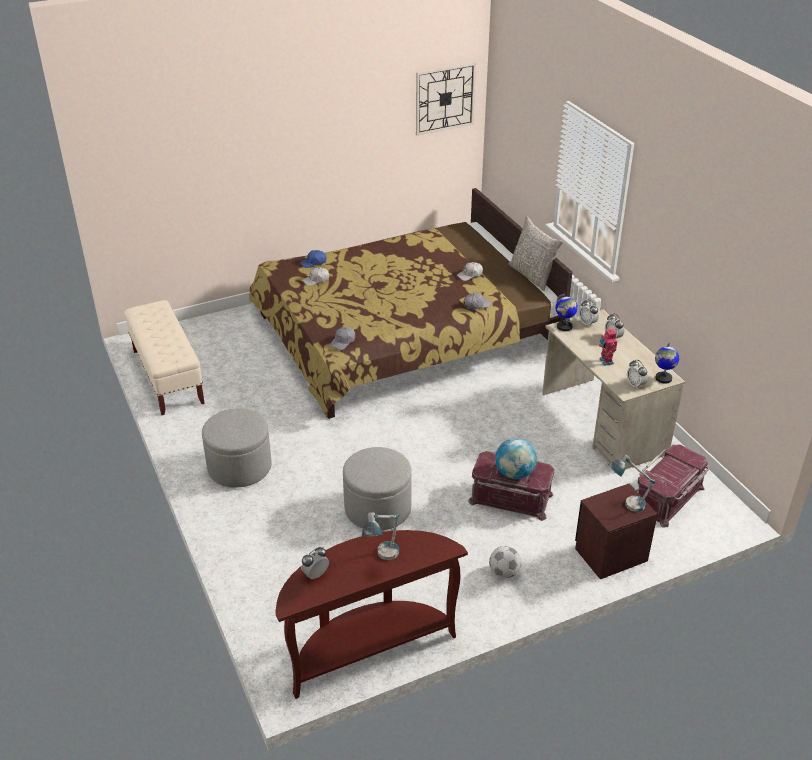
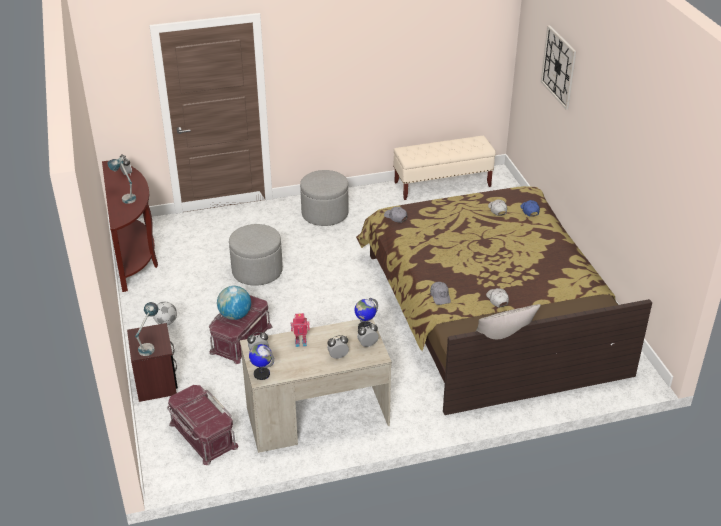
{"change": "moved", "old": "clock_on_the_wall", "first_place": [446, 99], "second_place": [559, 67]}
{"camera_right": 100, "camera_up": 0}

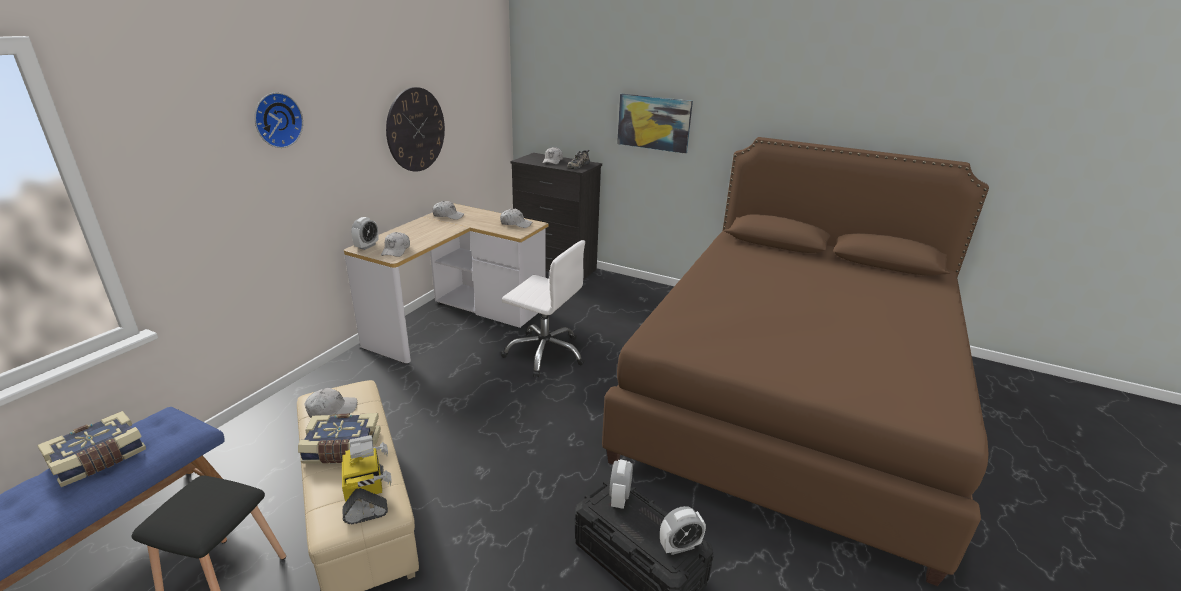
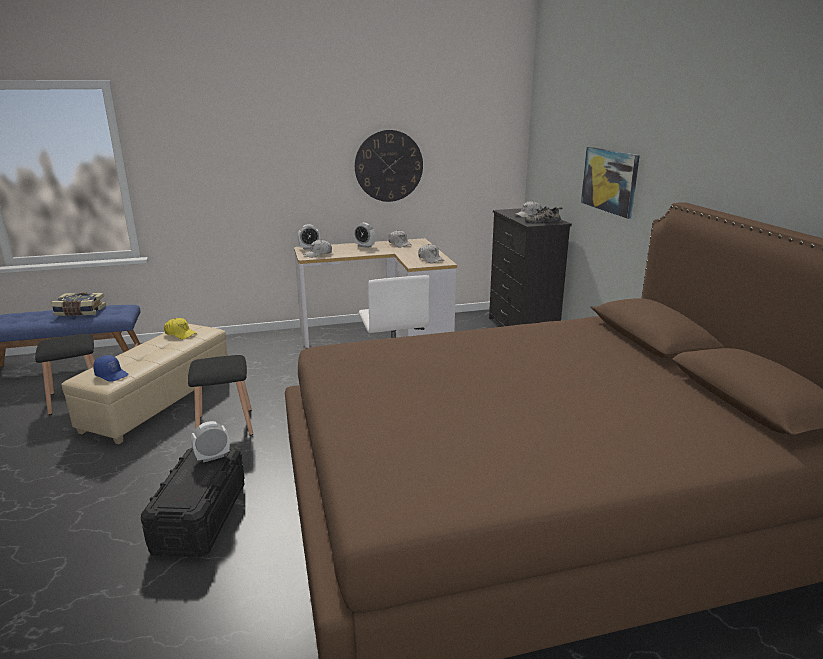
{"change": "removed", "old": "clock_on_the_wall", "first_place": [278, 120]}
{"change": "removed", "old": "book", "first_place": [339, 438]}
{"change": "added", "new": "black-coloured_stool", "second_place": [220, 395]}
{"change": "moved", "old": "alarm_clock", "first_place": [683, 530], "second_place": [364, 235]}
{"change": "replaced", "old": "robot_figure", "new": "blue-coloured_cap", "first_place": [367, 479], "second_place": [111, 368]}
{"change": "recoloured", "old": "white_cap", "new": "yellowish_cap", "first_place": [331, 403], "second_place": [180, 328]}
{"camera_right": 50, "camera_up": -5}

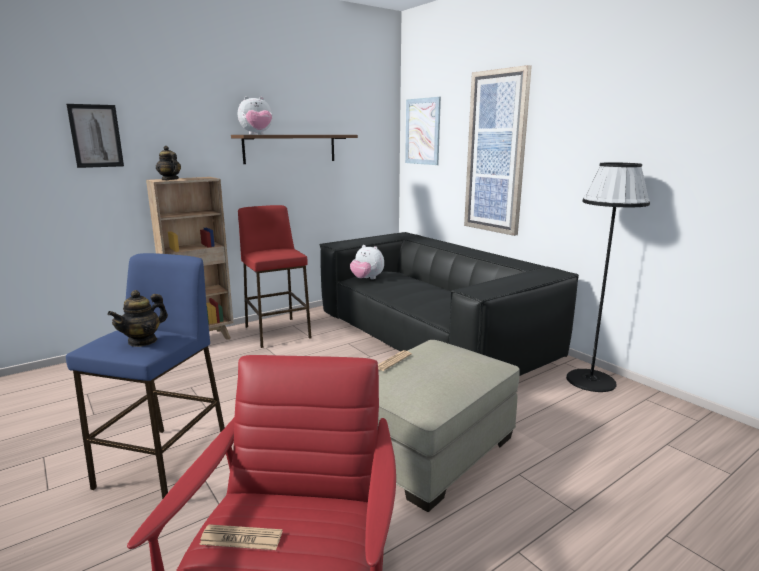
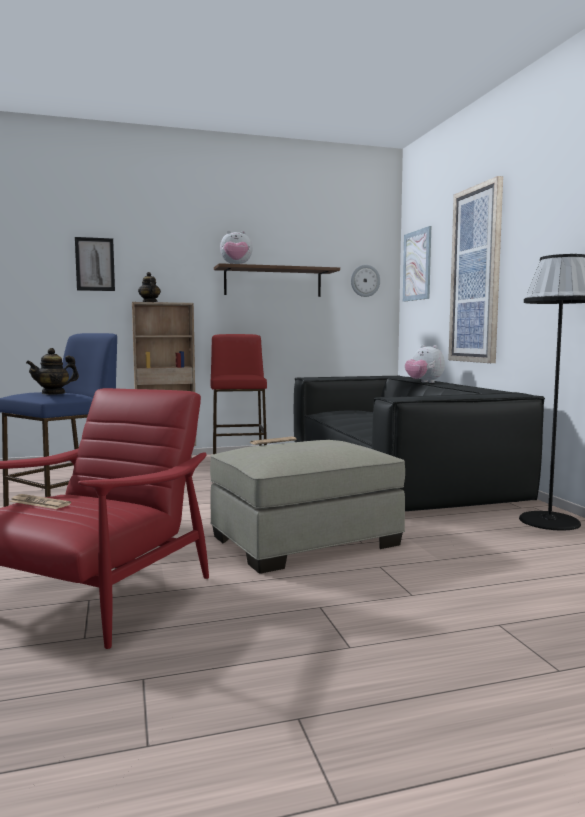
{"change": "added", "new": "clock_on_the_wall", "second_place": [365, 281]}
{"change": "moved", "old": "cuddly_toy", "first_place": [367, 262], "second_place": [425, 364]}
{"camera_right": 20, "camera_up": -10}

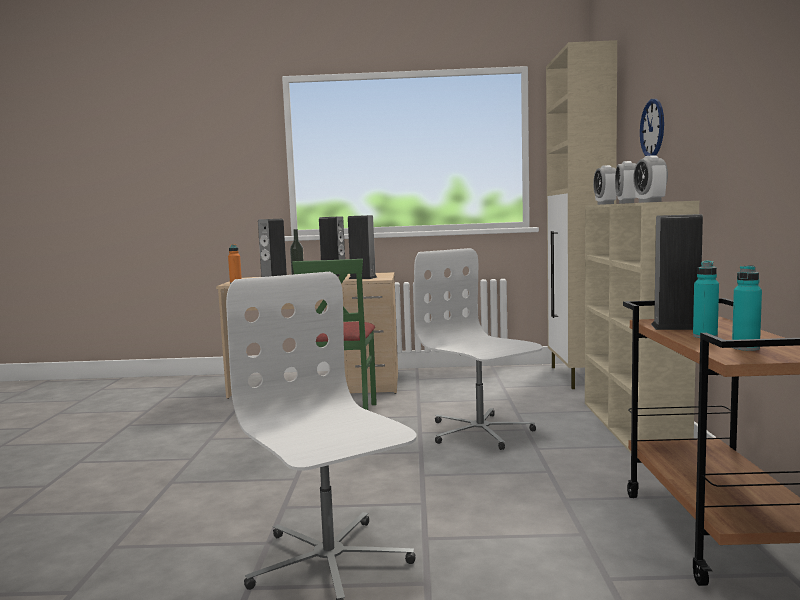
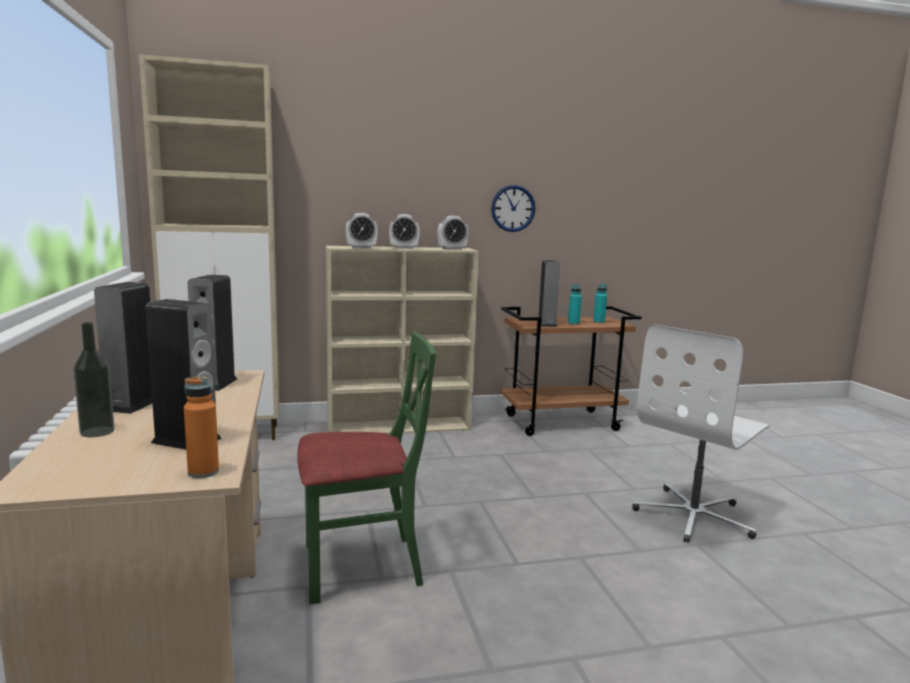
{"change": "removed", "old": "white_computer_chair", "first_place": [478, 349]}
{"change": "moved", "old": "clock_on_the_wall", "first_place": [652, 127], "second_place": [513, 208]}
{"camera_right": -105, "camera_up": 5}

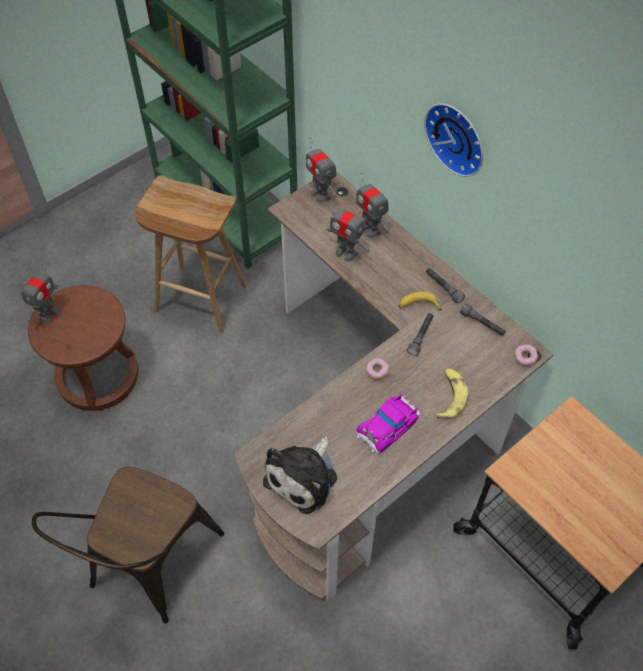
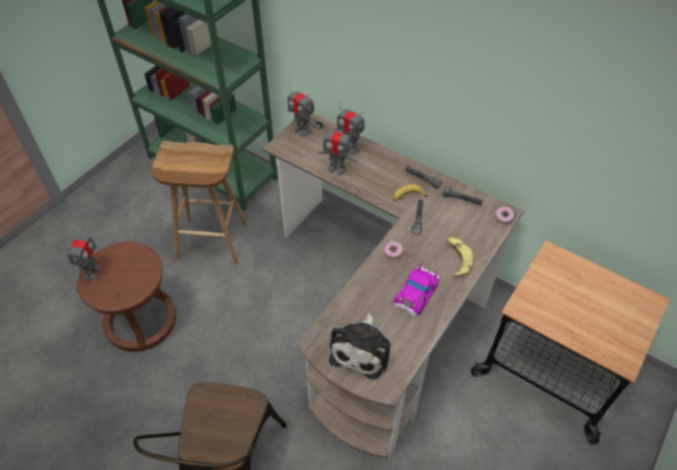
{"change": "removed", "old": "clock_on_the_wall", "first_place": [453, 140]}
{"camera_right": -15, "camera_up": -5}

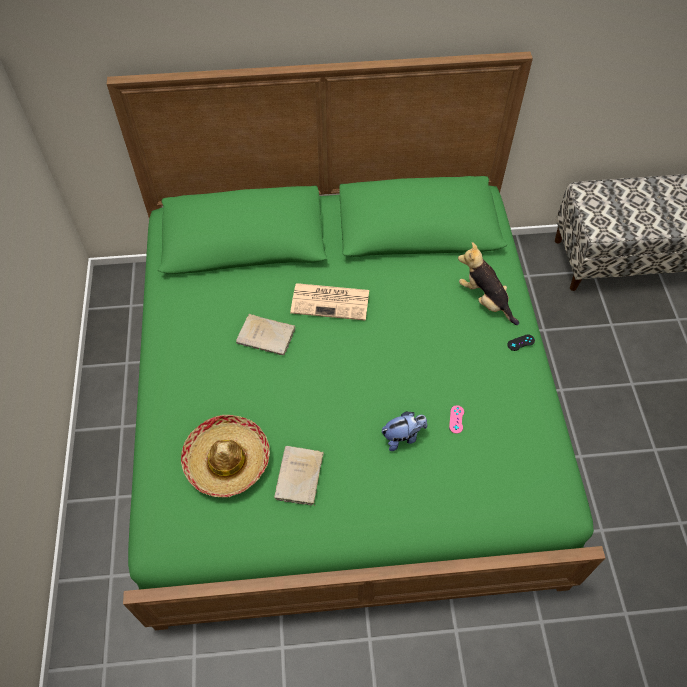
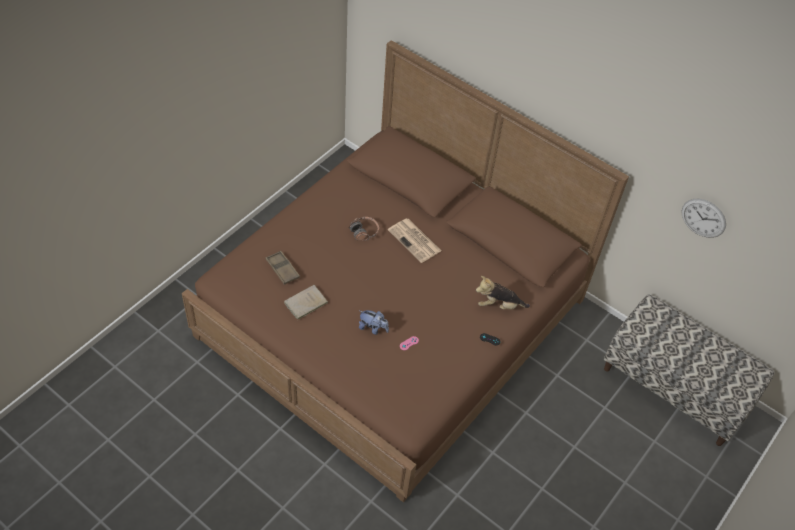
{"change": "added", "new": "clock_on_the_wall", "second_place": [704, 218]}
{"change": "replaced", "old": "hat", "new": "brownish_carrying_tray", "first_place": [225, 456], "second_place": [283, 268]}
{"change": "replaced", "old": "sand-coloured_book", "new": "pair_of_headphones", "first_place": [266, 334], "second_place": [364, 229]}
{"change": "recoloured", "old": "green-coloured_bedroom_bed", "new": "brownish_bedroom_bed", "first_place": [356, 341], "second_place": [405, 271]}
{"change": "turned", "old": "cuddly_toy", "first_place": [488, 283], "second_place": [503, 292], "degrees": -90}
{"camera_right": 40, "camera_up": -5}

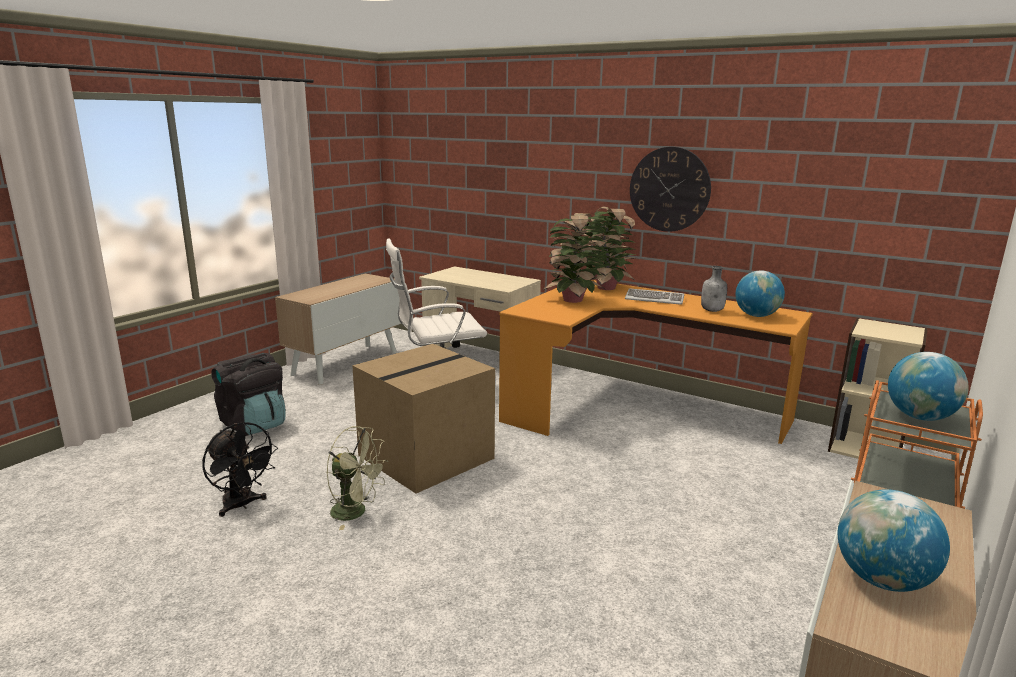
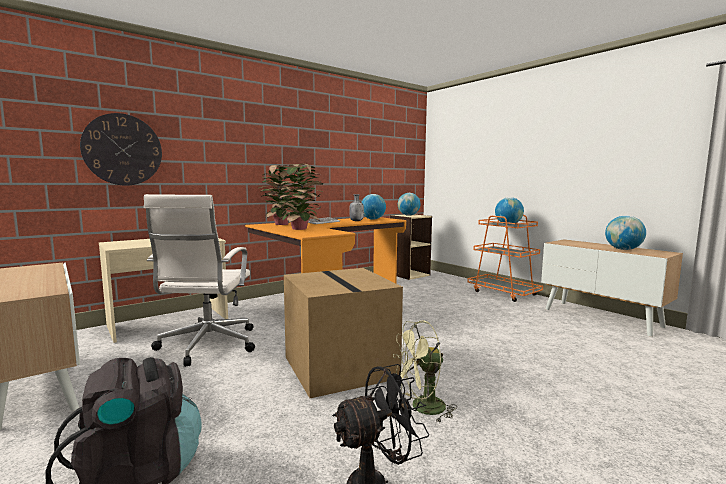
{"change": "added", "new": "desk_globe", "second_place": [409, 204]}
{"change": "moved", "old": "clock_on_the_wall", "first_place": [670, 189], "second_place": [121, 149]}
{"change": "turned", "old": "green-coloured_fan", "first_place": [357, 478], "second_place": [425, 371], "degrees": -150}
{"camera_right": -70, "camera_up": -10}

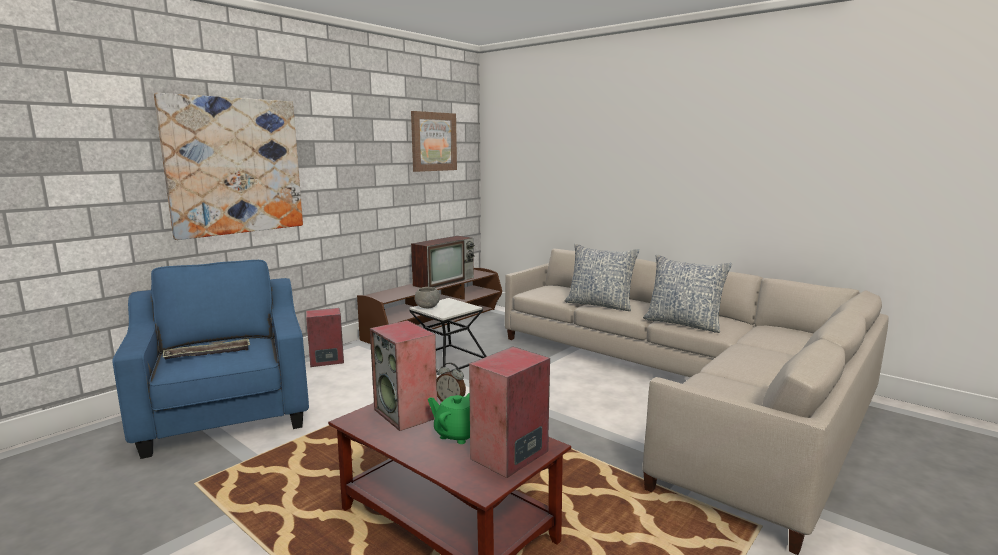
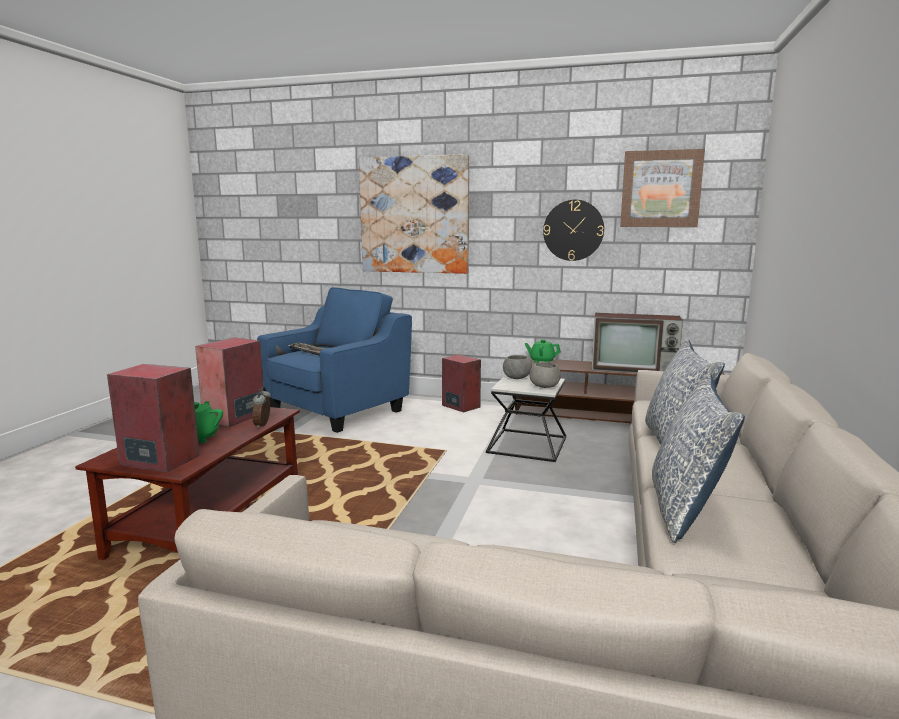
{"change": "added", "new": "green-coloured_teapot", "second_place": [543, 351]}
{"change": "added", "new": "gray_deep_dish", "second_place": [545, 375]}
{"change": "added", "new": "clock_on_the_wall", "second_place": [573, 230]}
{"camera_right": 65, "camera_up": 0}

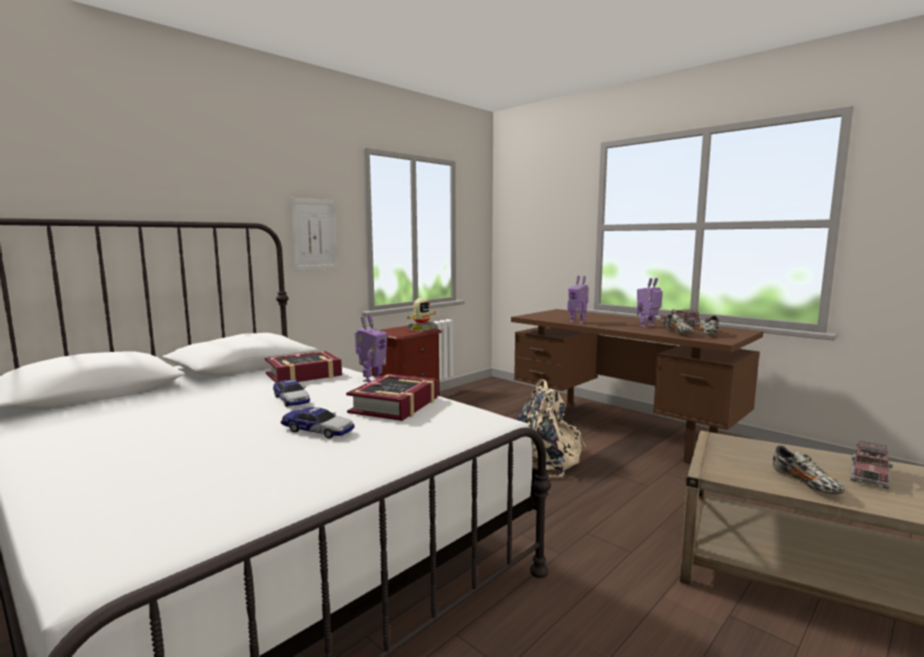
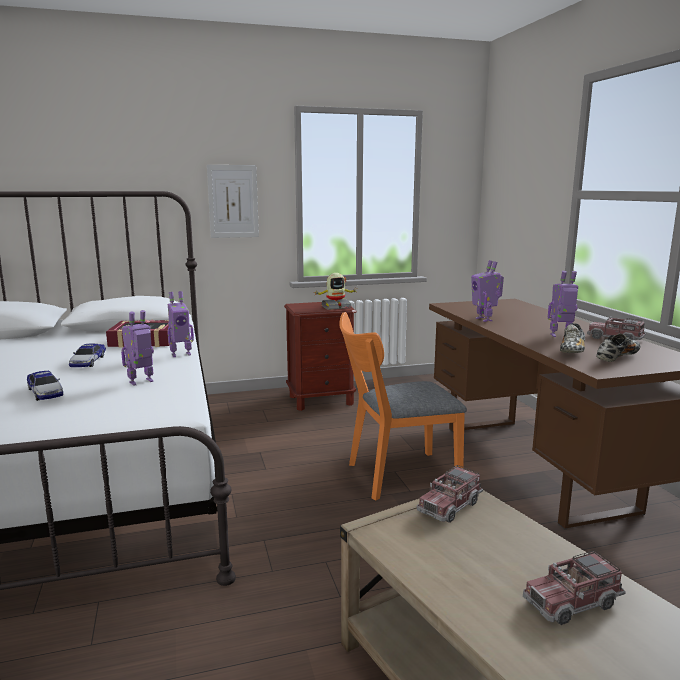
{"change": "removed", "old": "shoe", "first_place": [809, 470]}
{"change": "added", "new": "toy_lorry", "second_place": [450, 494]}
{"change": "replaced", "old": "book", "new": "robot_figure", "first_place": [391, 397], "second_place": [137, 348]}
{"change": "replaced", "old": "sand-coloured_backpack", "new": "orangey_upright_chair", "first_place": [551, 428], "second_place": [403, 406]}
{"camera_right": 30, "camera_up": 5}

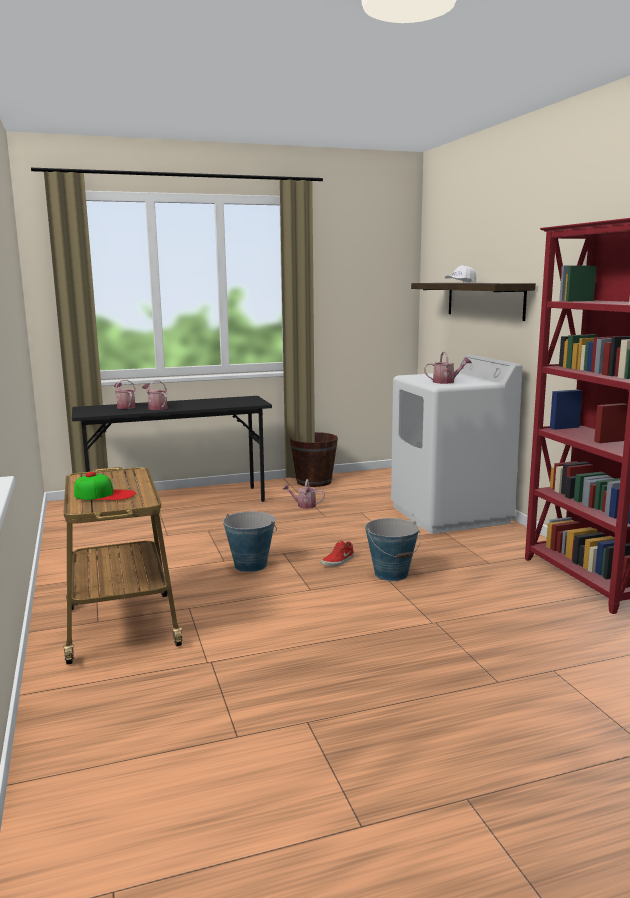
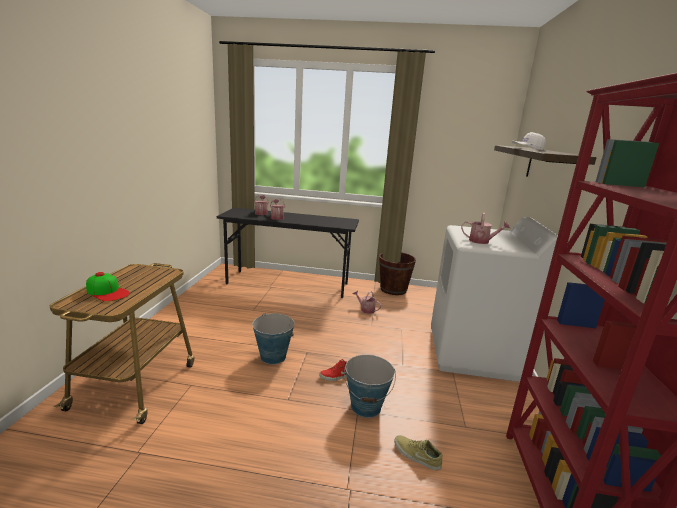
{"change": "added", "new": "sand-coloured_shoe", "second_place": [418, 452]}
{"camera_right": 25, "camera_up": 5}

